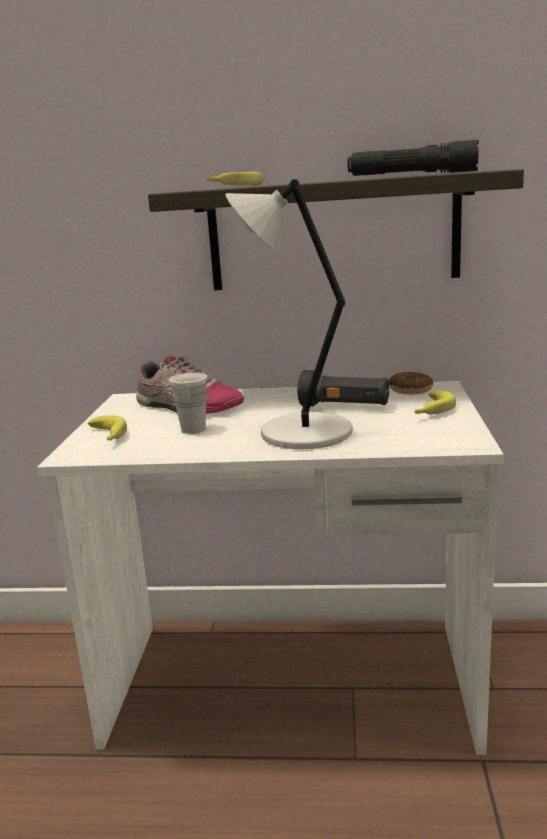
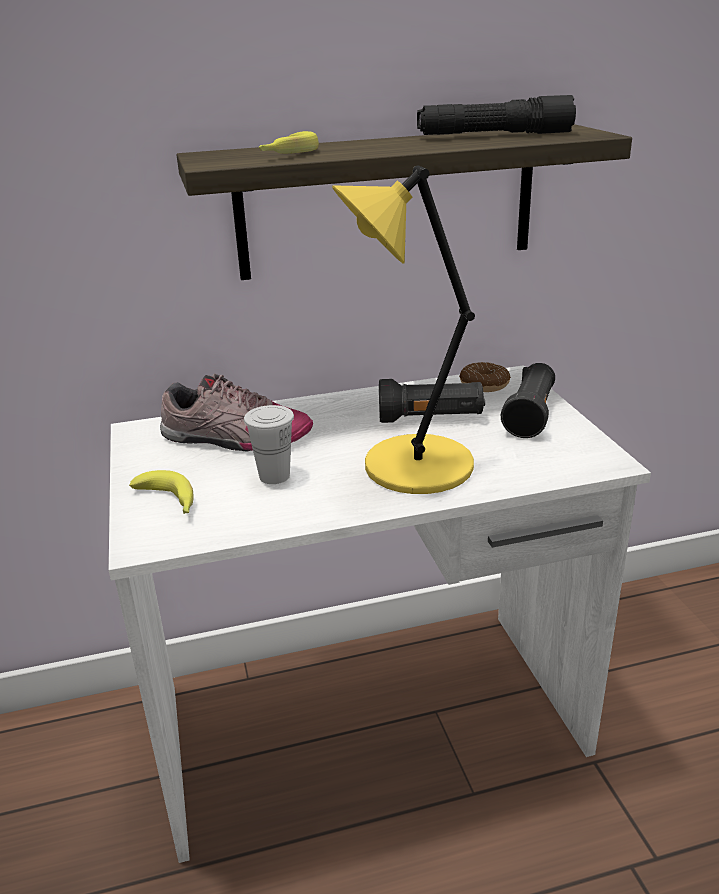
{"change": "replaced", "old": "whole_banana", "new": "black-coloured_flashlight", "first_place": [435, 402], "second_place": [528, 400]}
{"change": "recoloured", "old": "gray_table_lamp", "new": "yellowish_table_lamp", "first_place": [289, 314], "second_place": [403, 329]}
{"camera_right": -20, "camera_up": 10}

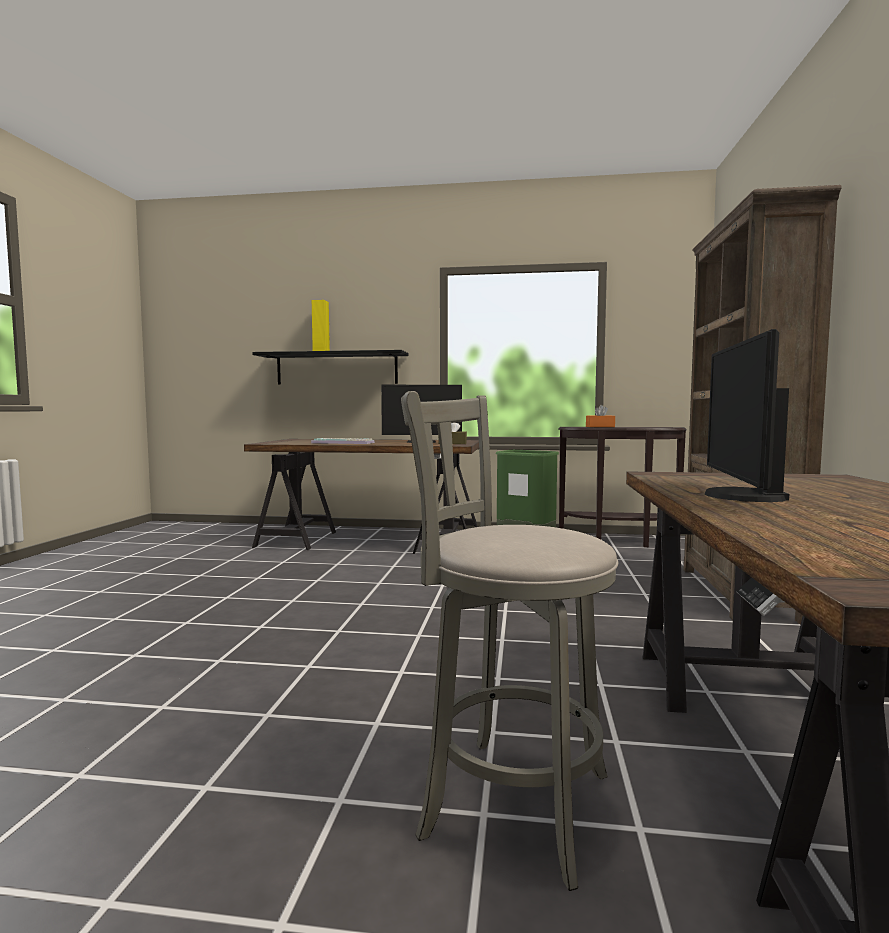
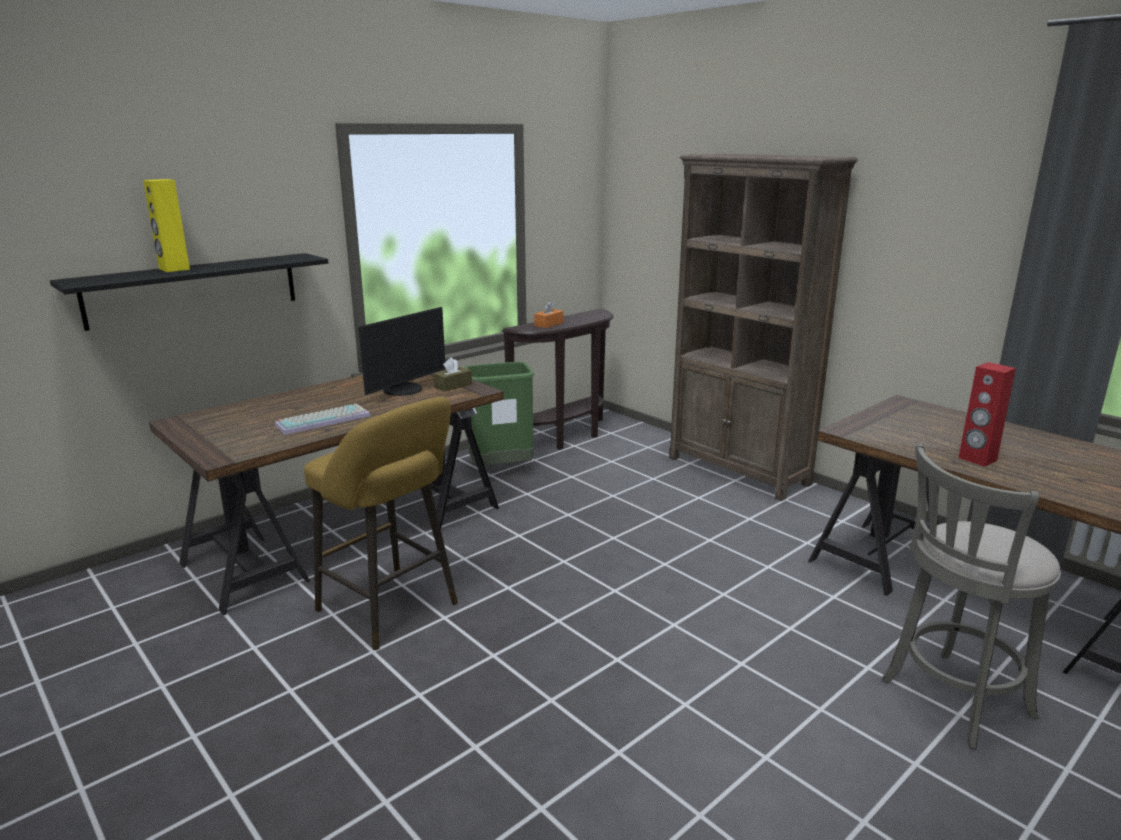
{"change": "added", "new": "yellowish_stool", "second_place": [381, 523]}
{"change": "replaced", "old": "computer_screen", "new": "red_speaker", "first_place": [747, 415], "second_place": [987, 414]}
{"camera_right": -50, "camera_up": 15}

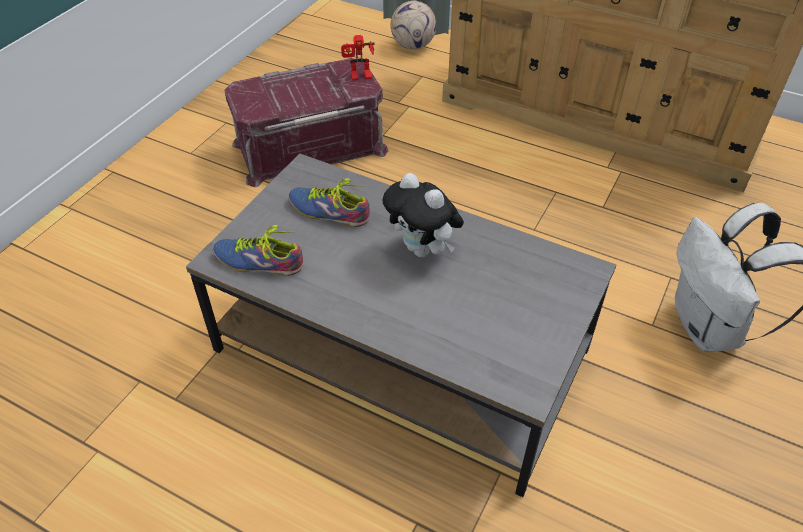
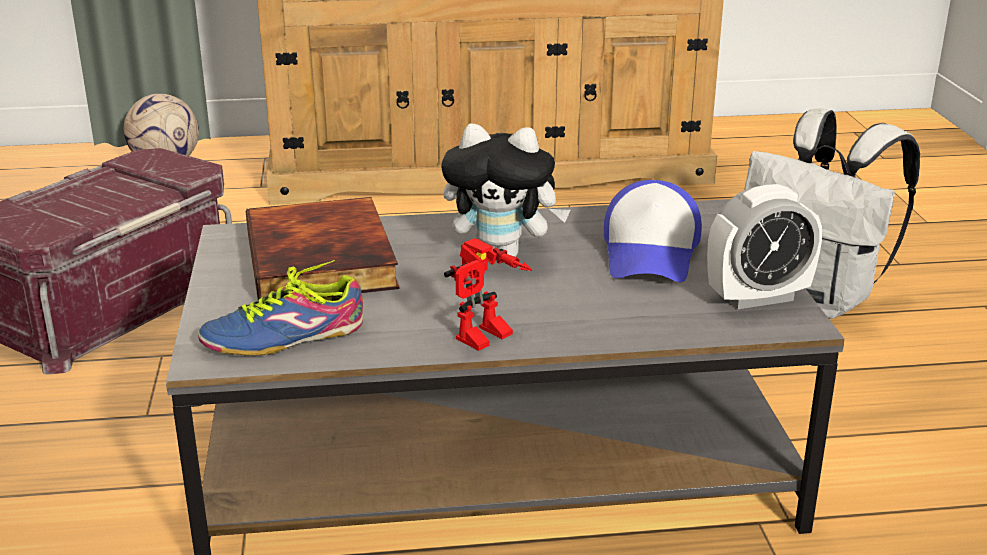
{"change": "added", "new": "cap", "second_place": [653, 231]}
{"change": "added", "new": "alarm_clock", "second_place": [764, 246]}
{"change": "moved", "old": "robot_figure", "first_place": [357, 58], "second_place": [488, 294]}
{"change": "replaced", "old": "shoe", "new": "book", "first_place": [329, 203], "second_place": [323, 248]}
{"camera_right": -35, "camera_up": -20}

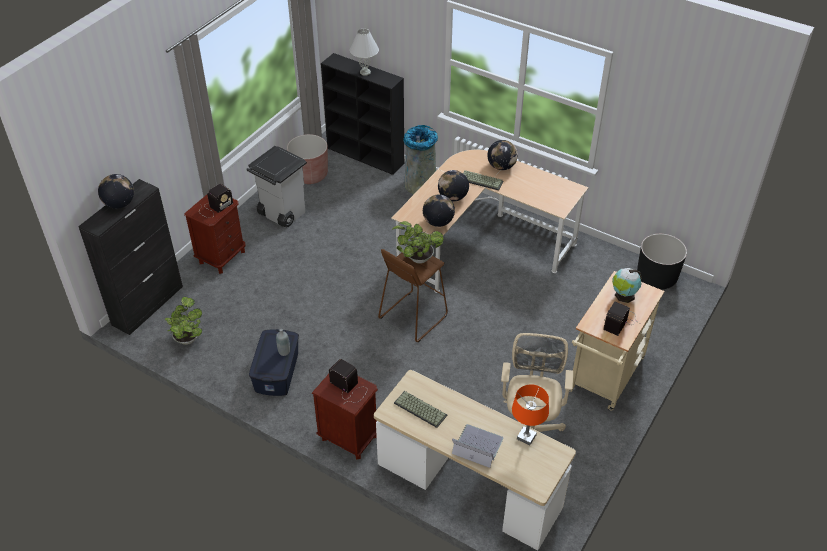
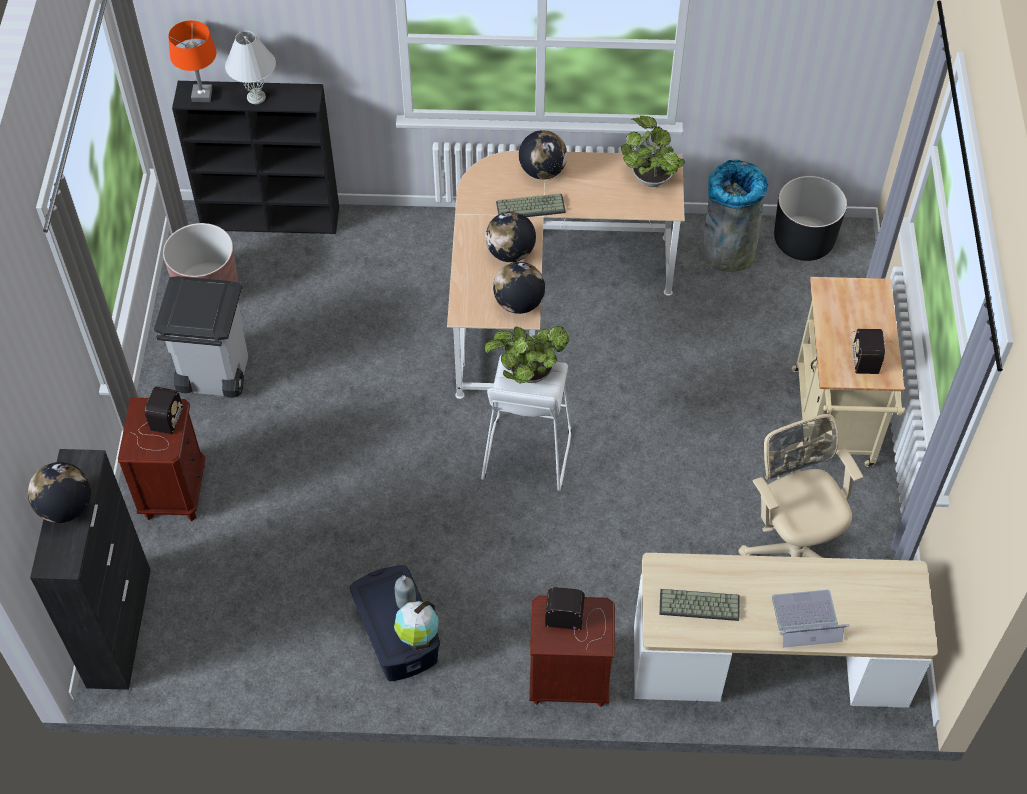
{"change": "moved", "old": "houseplant", "first_place": [183, 321], "second_place": [653, 151]}
{"change": "moved", "old": "gray_rubbish_bin", "first_place": [420, 160], "second_place": [734, 216]}
{"change": "moved", "old": "orangey_table_lamp", "first_place": [530, 414], "second_place": [192, 61]}
{"change": "moved", "old": "desk_globe", "first_place": [627, 285], "second_place": [416, 625]}
{"change": "recoloured", "old": "brownish_stool", "new": "white_stool", "first_place": [413, 295], "second_place": [526, 423]}
{"camera_right": -30, "camera_up": 10}

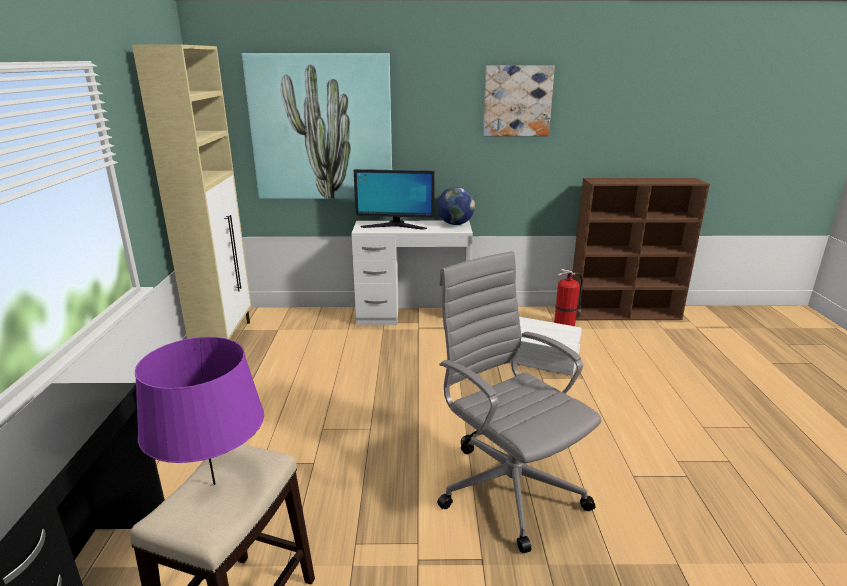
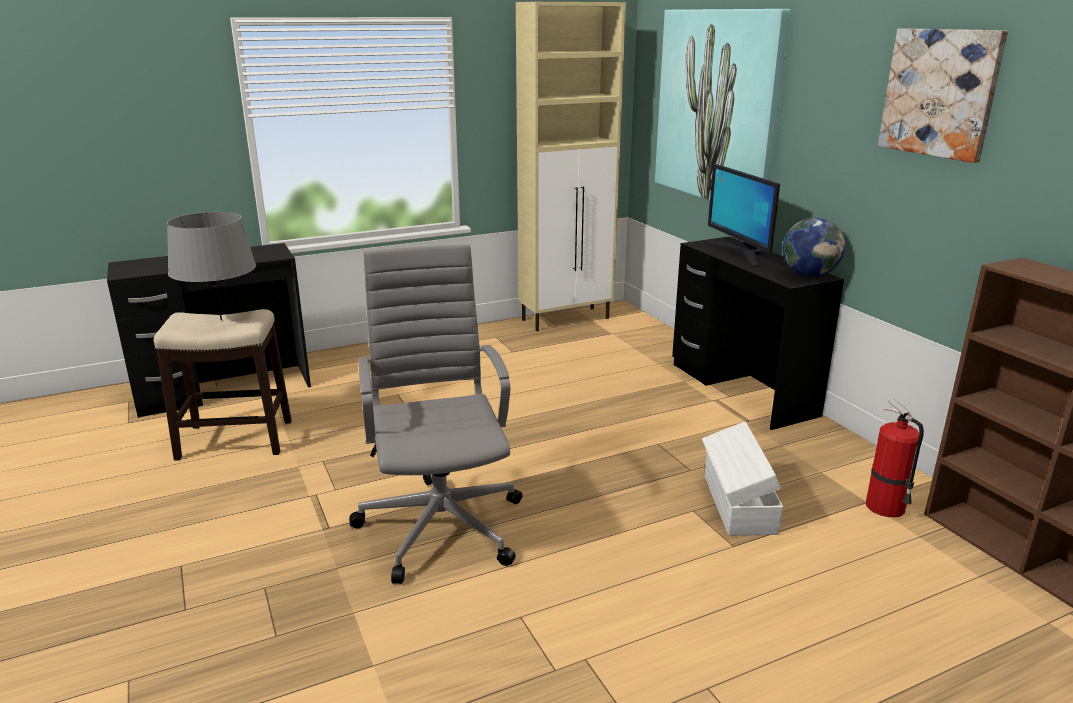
{"change": "recoloured", "old": "purplish_table_lamp", "new": "gray_table_lamp", "first_place": [199, 411], "second_place": [211, 266]}
{"change": "recoloured", "old": "white_desk", "new": "black-coloured_desk", "first_place": [412, 273], "second_place": [758, 333]}
{"change": "turned", "old": "gray_computer_chair", "first_place": [519, 402], "second_place": [435, 414], "degrees": -45}
{"camera_right": 65, "camera_up": 0}

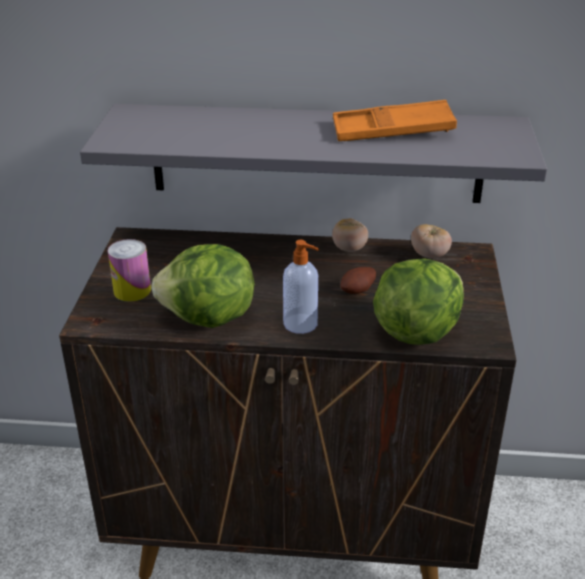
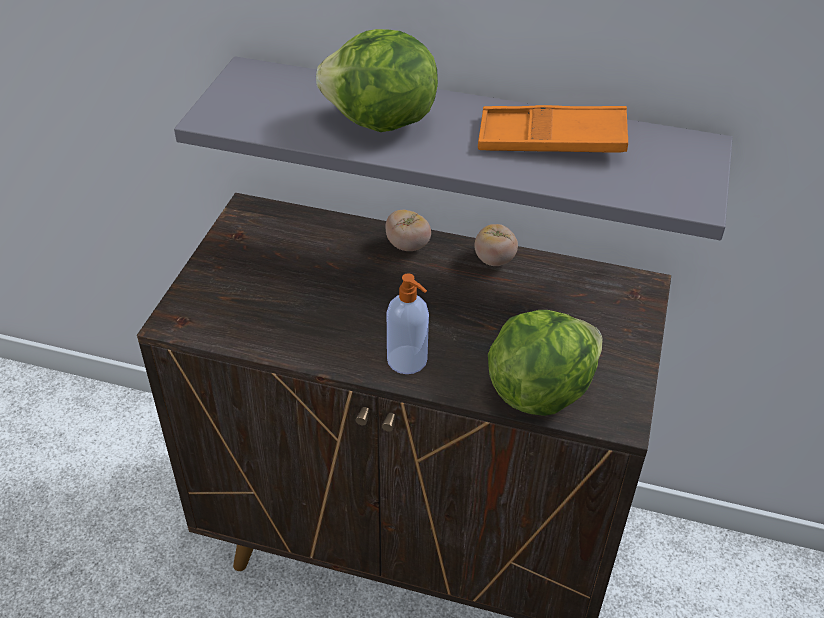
{"change": "removed", "old": "can", "first_place": [129, 270]}
{"change": "removed", "old": "whole_potato", "first_place": [358, 280]}
{"change": "moved", "old": "lettuce_head", "first_place": [202, 286], "second_place": [377, 80]}
{"change": "moved", "old": "tomato", "first_place": [431, 241], "second_place": [408, 230]}
{"camera_right": 10, "camera_up": 10}

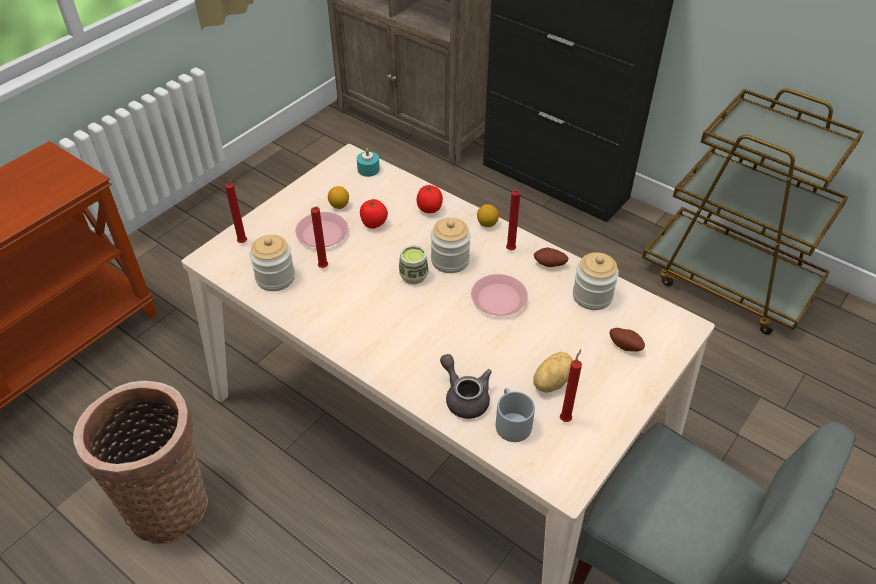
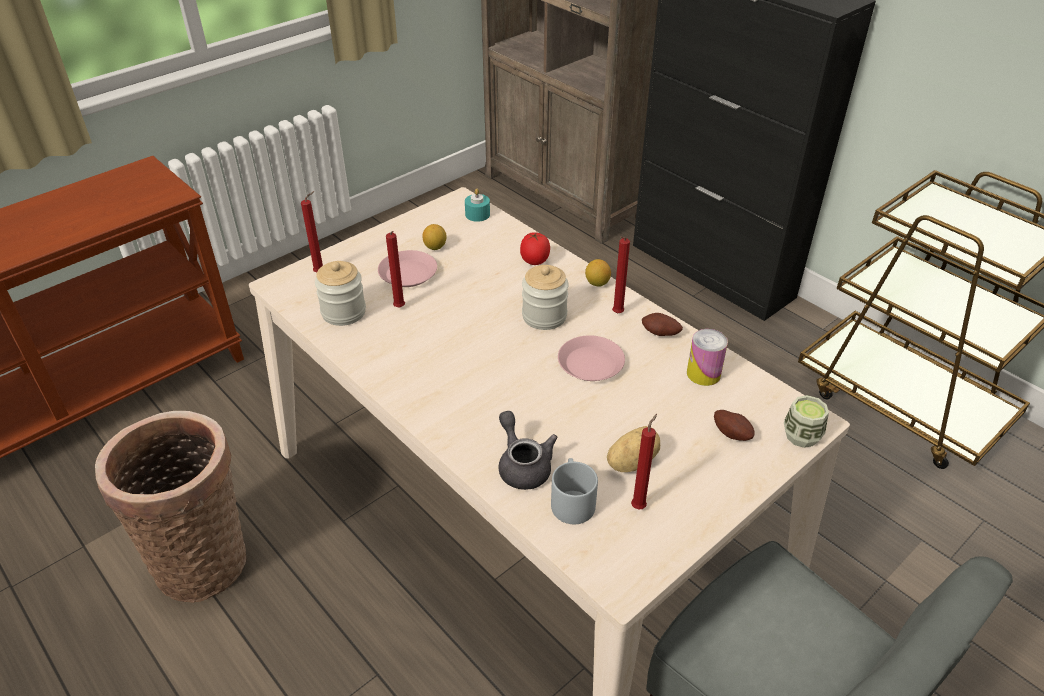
{"change": "removed", "old": "tomato", "first_place": [374, 214]}
{"change": "moved", "old": "small_cup", "first_place": [414, 264], "second_place": [806, 421]}
{"change": "replaced", "old": "jar", "new": "can", "first_place": [596, 281], "second_place": [707, 357]}
{"camera_right": 10, "camera_up": -5}

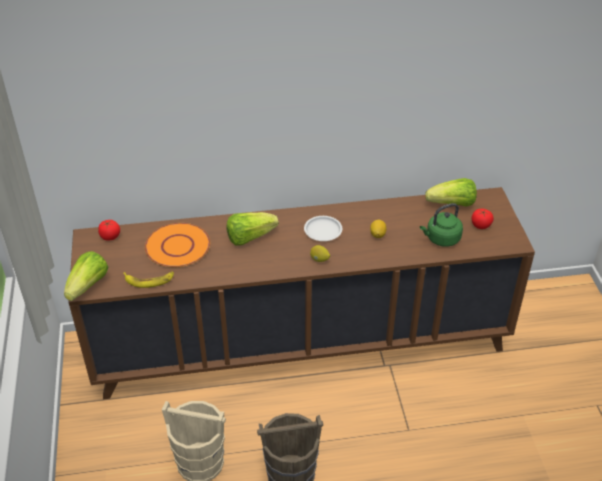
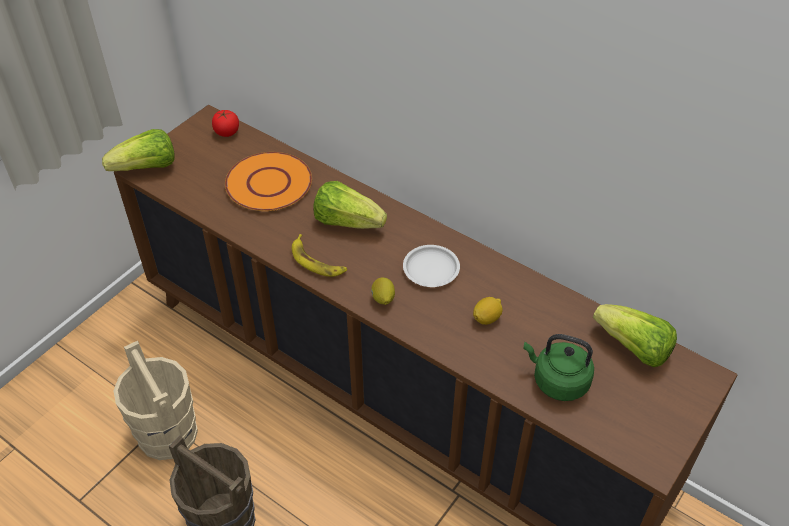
{"change": "removed", "old": "tomato", "first_place": [483, 219]}
{"change": "moved", "old": "whole_banana", "first_place": [148, 280], "second_place": [319, 255]}
{"camera_right": 45, "camera_up": 5}

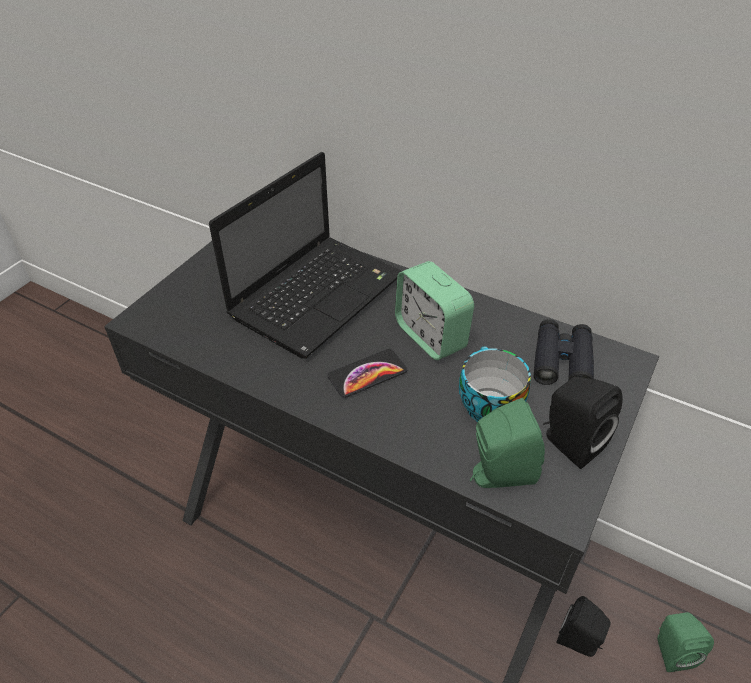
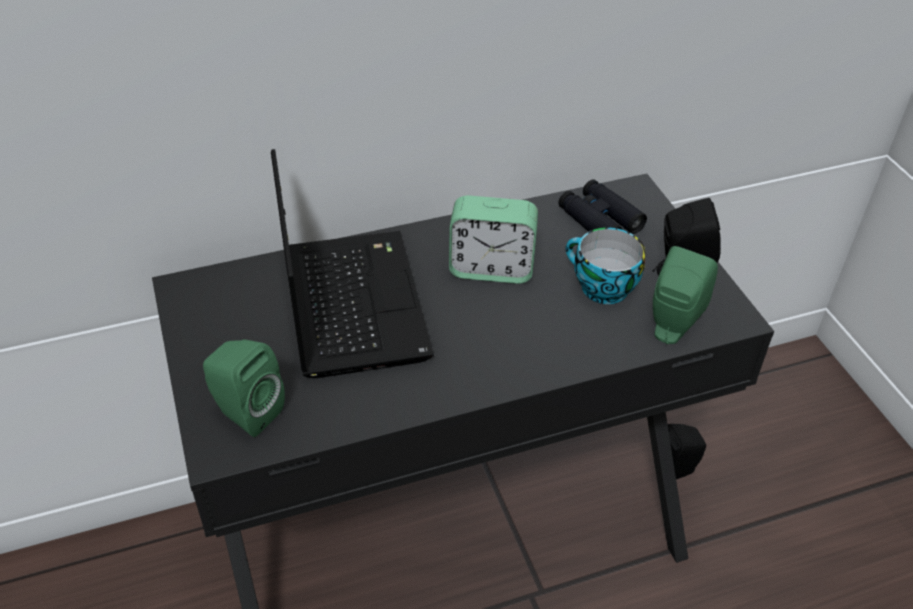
{"change": "removed", "old": "telephone", "first_place": [367, 373]}
{"change": "moved", "old": "green-coloured_speaker", "first_place": [685, 642], "second_place": [244, 388]}
{"camera_right": -50, "camera_up": 0}

